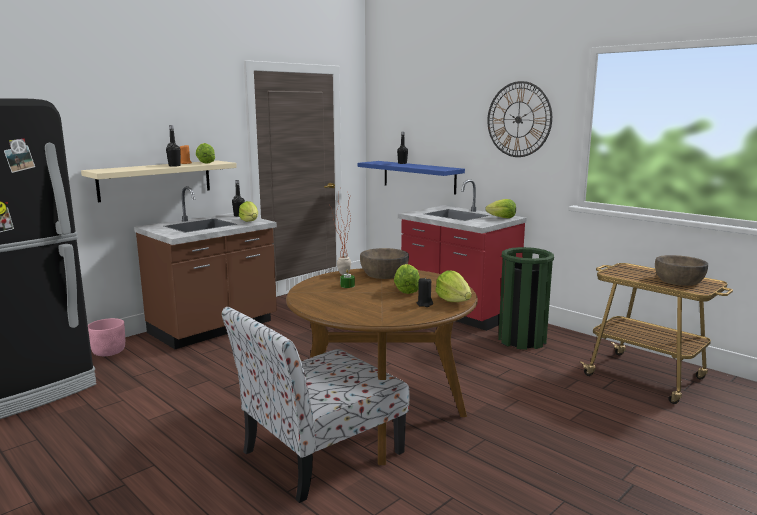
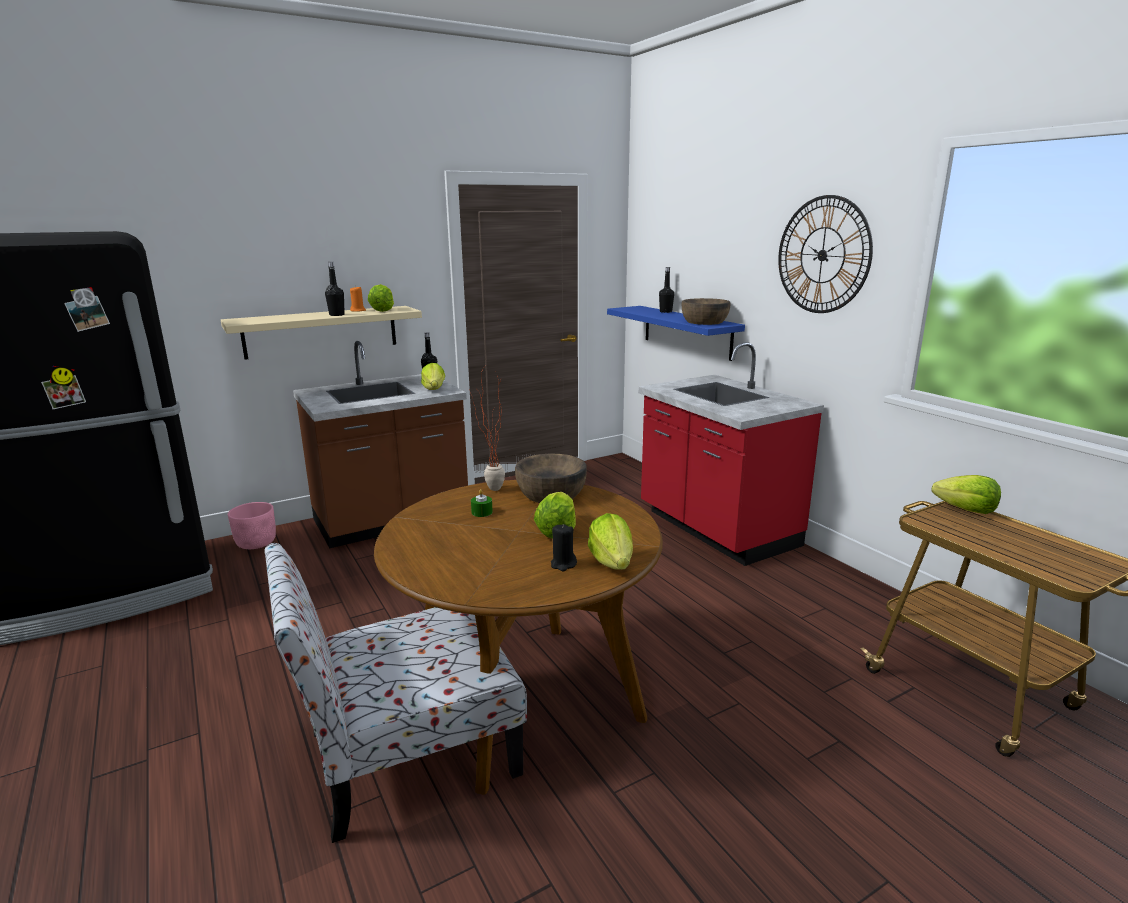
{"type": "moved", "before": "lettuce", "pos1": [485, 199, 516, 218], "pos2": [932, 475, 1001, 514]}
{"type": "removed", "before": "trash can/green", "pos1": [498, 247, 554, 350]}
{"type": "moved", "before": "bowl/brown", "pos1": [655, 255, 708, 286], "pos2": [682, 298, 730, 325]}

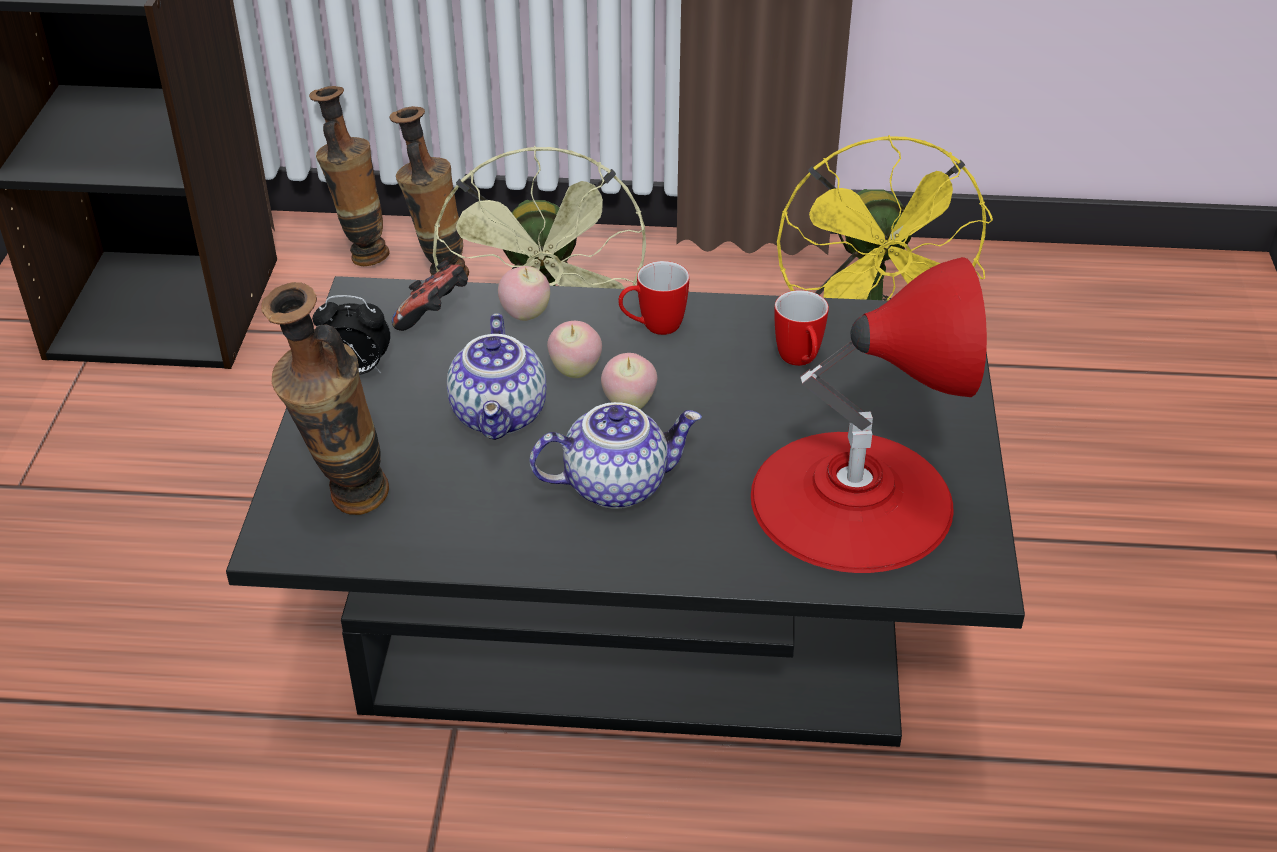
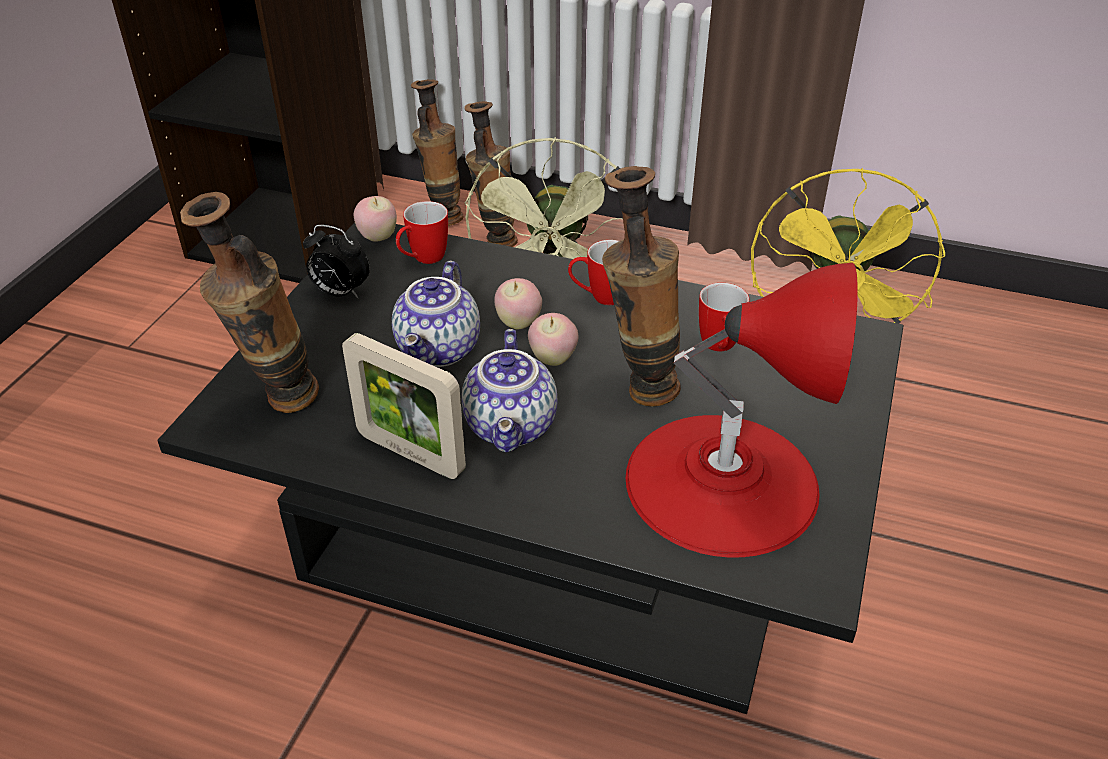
{"type": "replaced", "before": "game controller", "after": "mug", "pos1": [392, 260, 468, 331], "pos2": [396, 201, 448, 264]}
{"type": "moved", "before": "apple", "pos1": [498, 266, 550, 321], "pos2": [354, 196, 397, 242]}
{"type": "turned", "before": "teapot", "pos1": [530, 402, 702, 509], "pos2": [462, 329, 557, 452], "turn": 90}
{"type": "added", "after": "picture frame", "pos2": [342, 333, 466, 479]}
{"type": "added", "after": "vase", "pos2": [602, 166, 681, 407]}

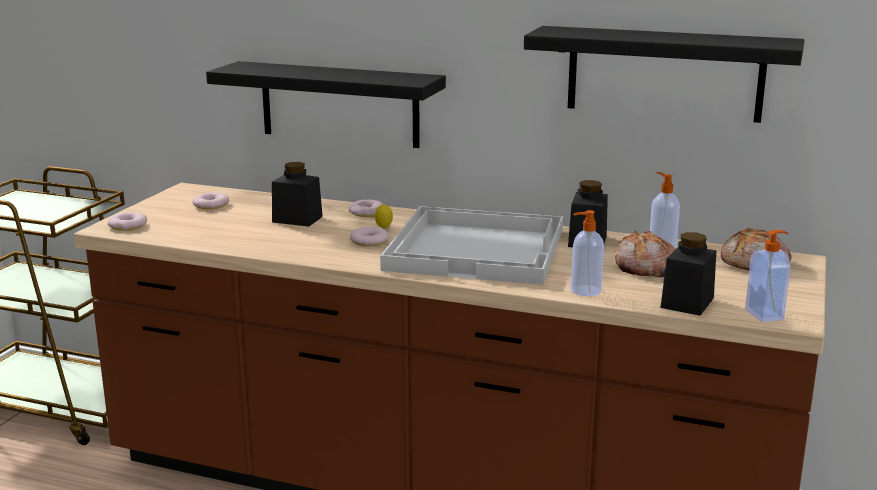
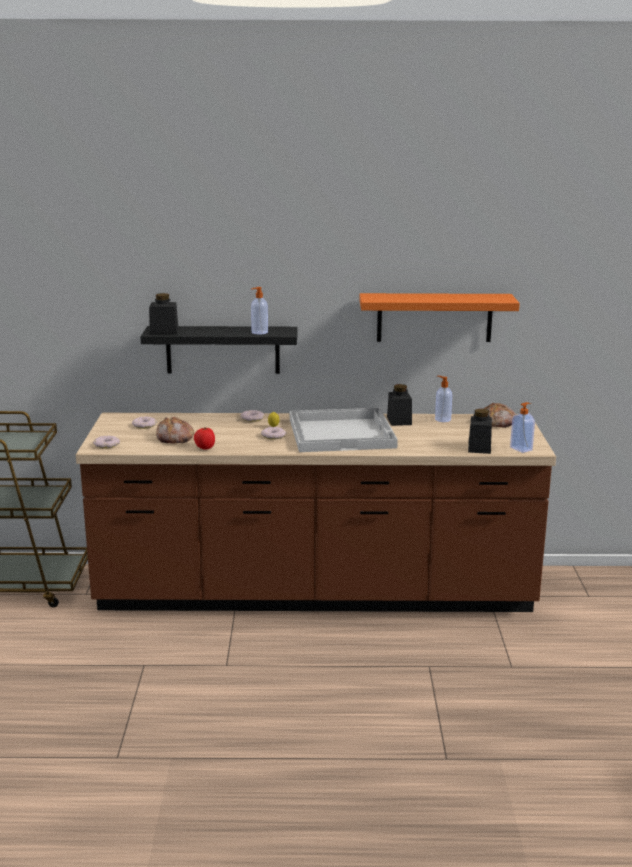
{"type": "moved", "before": "jar/black", "pos1": [272, 162, 323, 227], "pos2": [149, 293, 179, 334]}
{"type": "recoloured", "before": "shelf/black", "after": "shelf/orange", "pos1": [524, 26, 804, 123], "pos2": [359, 293, 520, 342]}
{"type": "moved", "before": "soap dispenser", "pos1": [571, 210, 604, 296], "pos2": [251, 287, 268, 334]}
{"type": "moved", "before": "bread", "pos1": [615, 230, 675, 277], "pos2": [156, 416, 194, 444]}
{"type": "added", "after": "tomato", "pos2": [194, 428, 215, 449]}

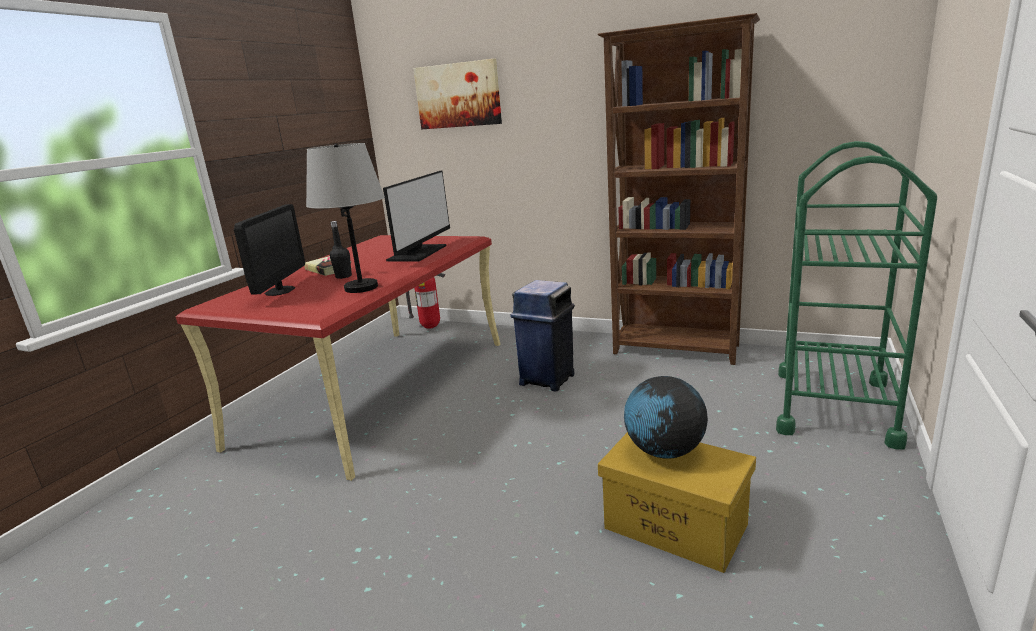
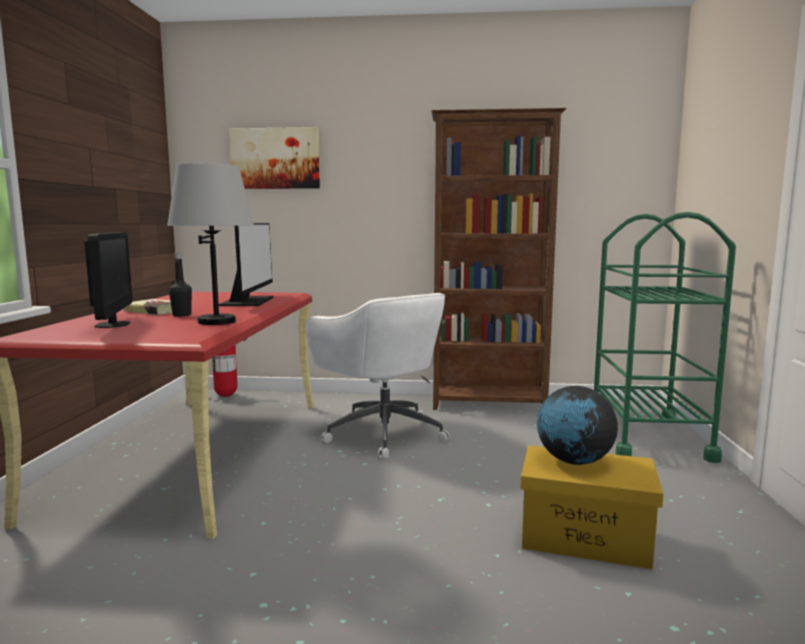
{"type": "replaced", "before": "trash can/blue", "after": "office chair/white", "pos1": [510, 280, 575, 392], "pos2": [306, 293, 449, 459]}

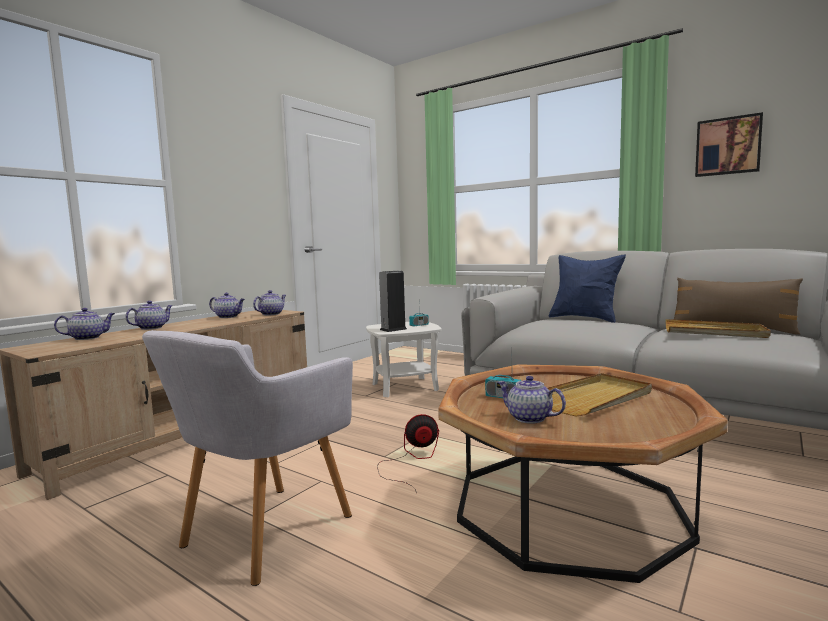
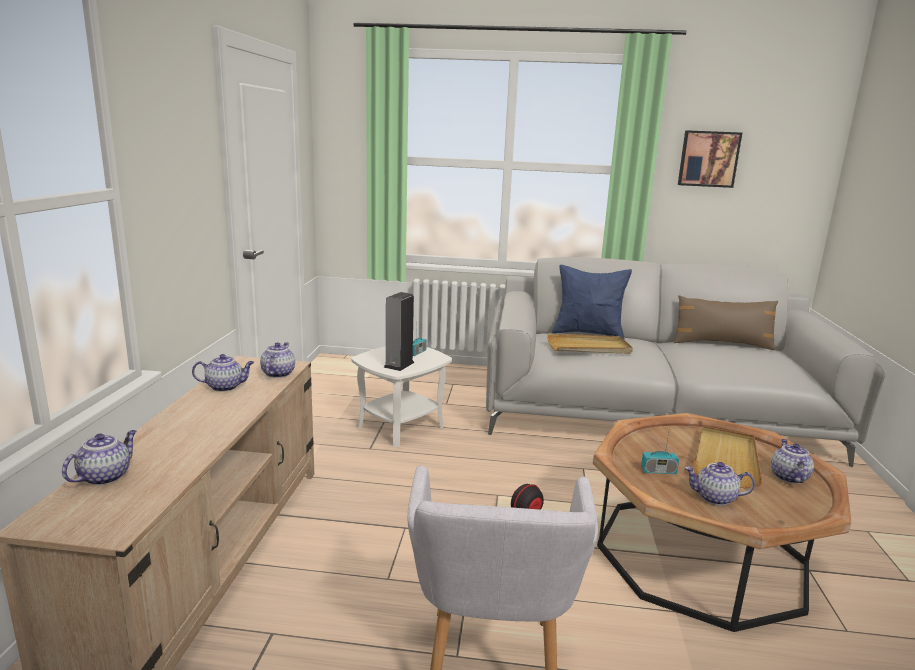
{"type": "moved", "before": "teapot", "pos1": [125, 301, 173, 330], "pos2": [771, 439, 814, 484]}
{"type": "moved", "before": "tray/beige", "pos1": [665, 319, 771, 338], "pos2": [547, 334, 633, 354]}

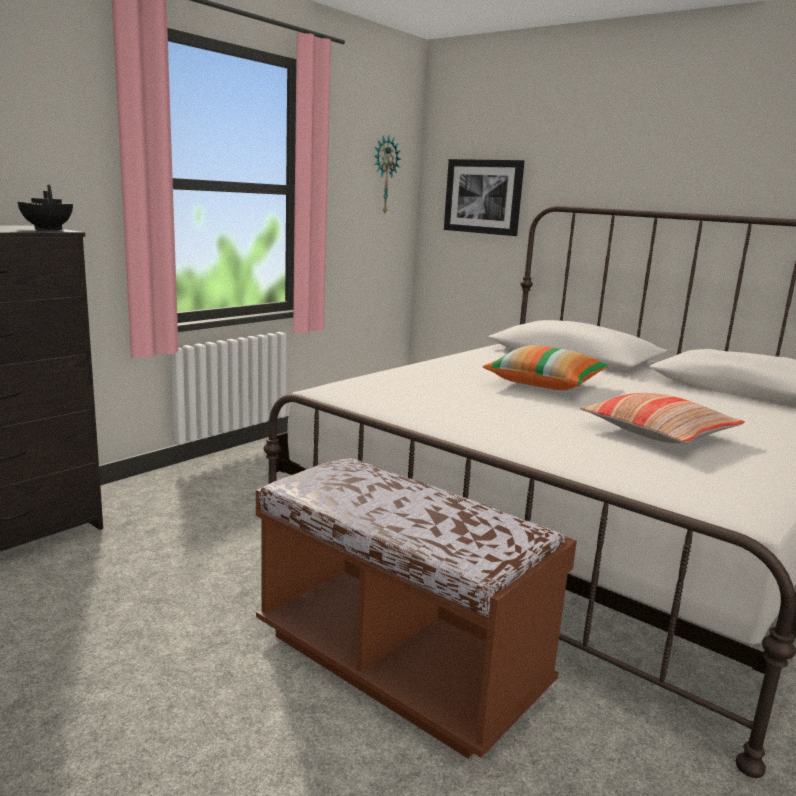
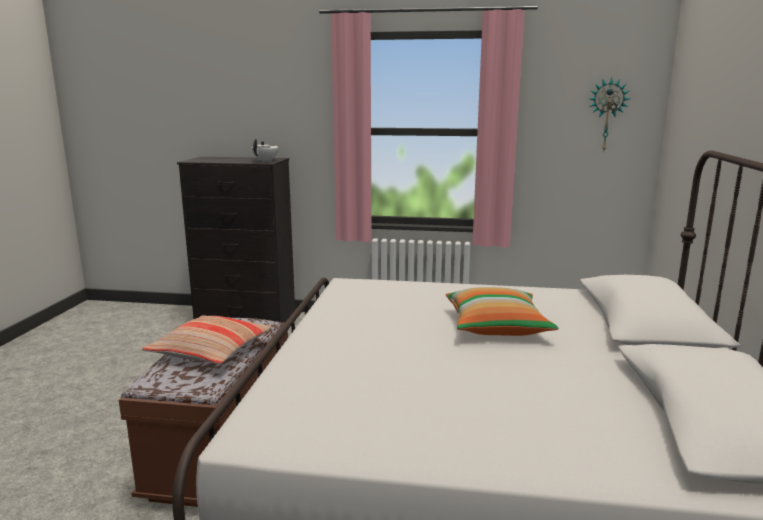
{"type": "recoloured", "before": "teapot/black", "after": "teapot/white", "pos1": [18, 184, 73, 230], "pos2": [252, 139, 279, 162]}
{"type": "removed", "before": "picture", "pos1": [444, 159, 524, 236]}
{"type": "moved", "before": "pillow", "pos1": [580, 393, 744, 444], "pos2": [142, 315, 273, 364]}

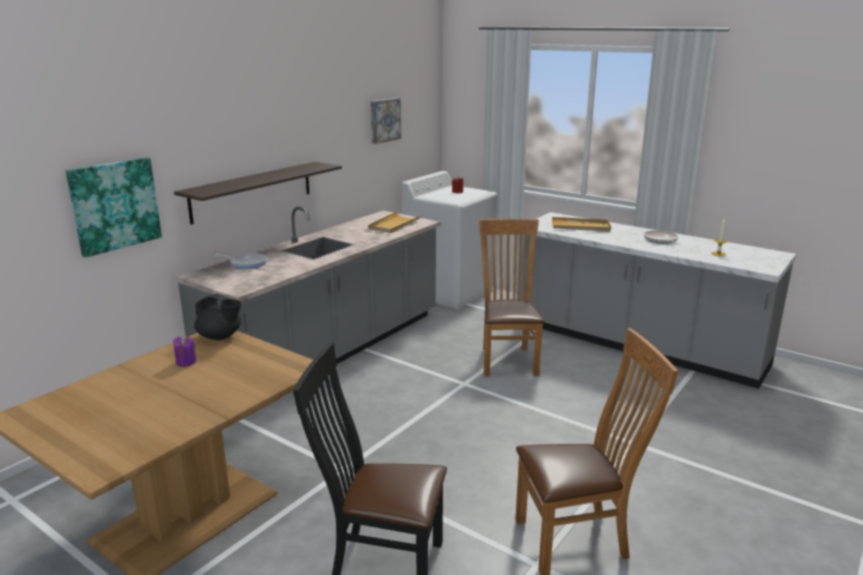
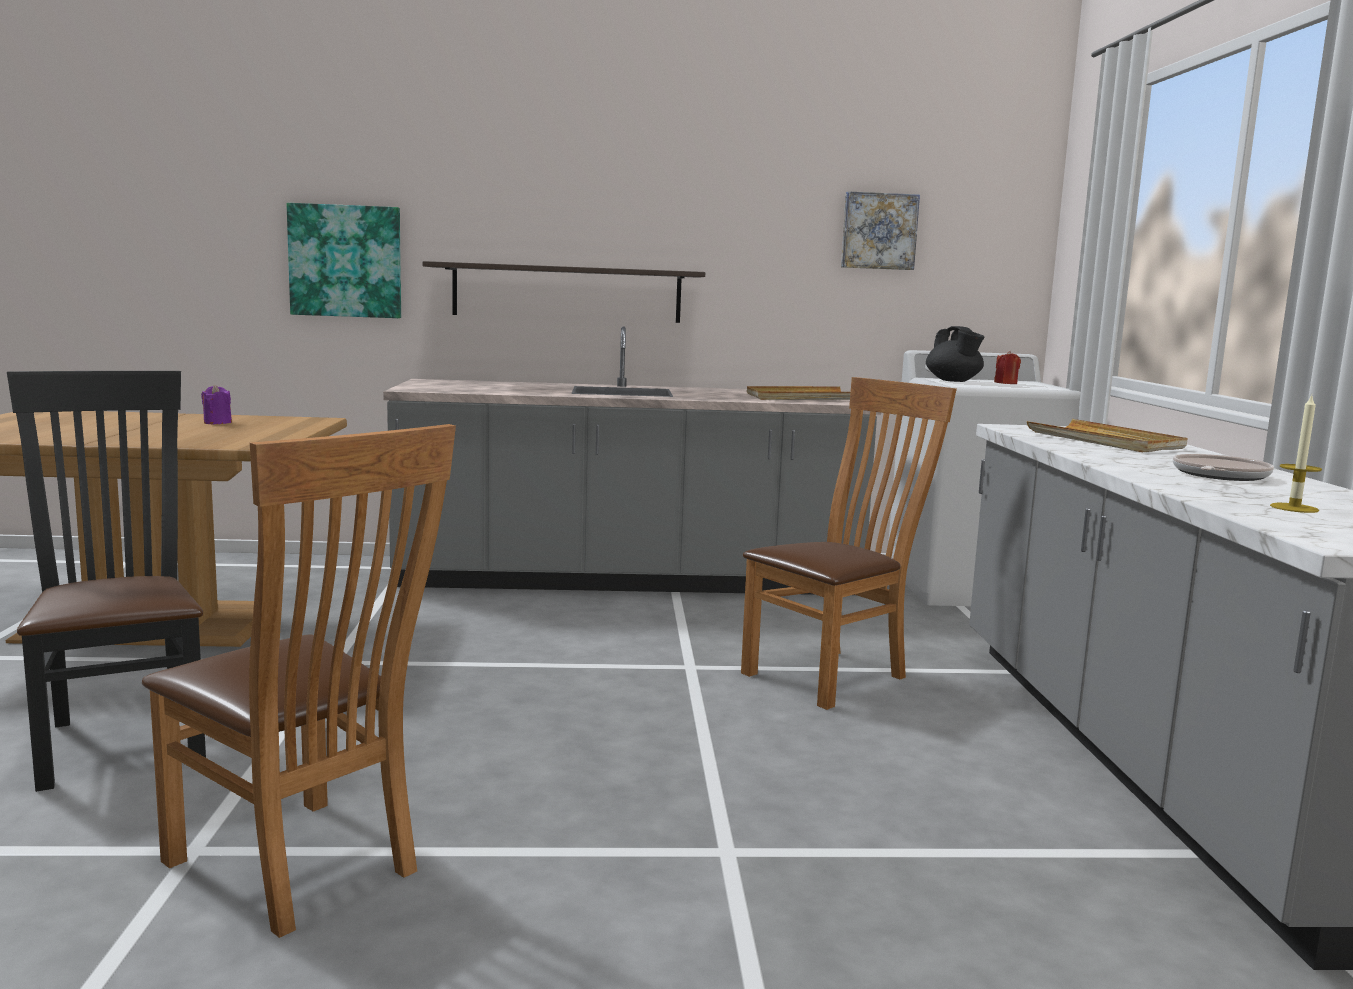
{"type": "moved", "before": "teapot/black", "pos1": [194, 294, 242, 340], "pos2": [926, 326, 984, 382]}
{"type": "removed", "before": "frying pan", "pos1": [216, 253, 267, 269]}

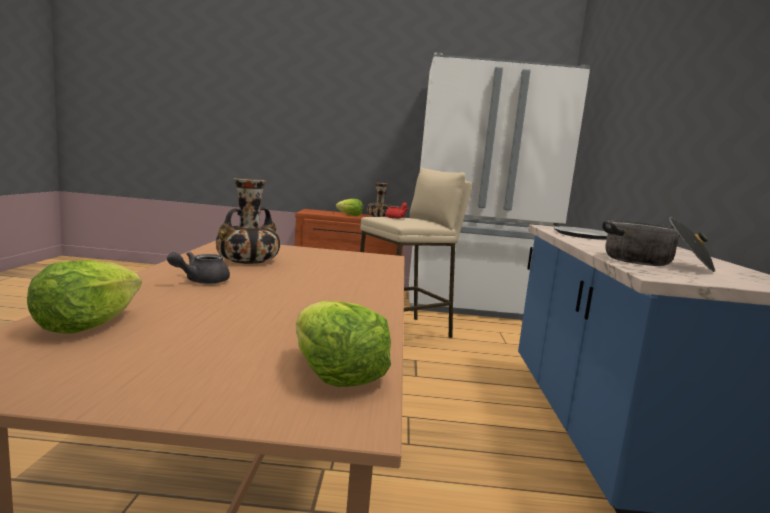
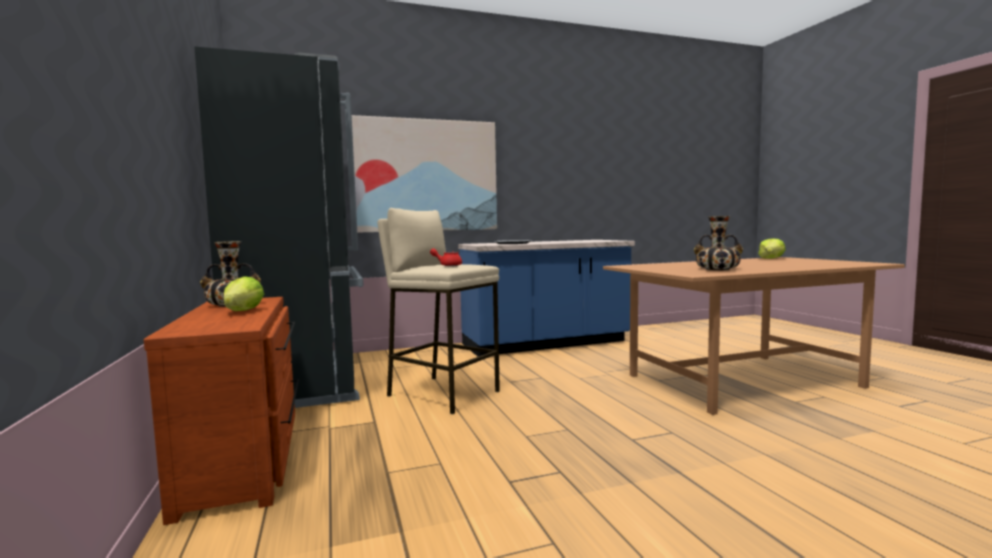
{"type": "removed", "before": "lettuce", "pos1": [27, 260, 142, 334]}
{"type": "removed", "before": "teapot/grey", "pos1": [167, 252, 230, 284]}
{"type": "recoloured", "before": "fridge/white", "after": "fridge/black", "pos1": [409, 52, 591, 320], "pos2": [194, 46, 363, 408]}
{"type": "removed", "before": "cooking pot", "pos1": [602, 217, 716, 272]}
{"type": "added", "after": "picture", "pos2": [352, 115, 497, 232]}

